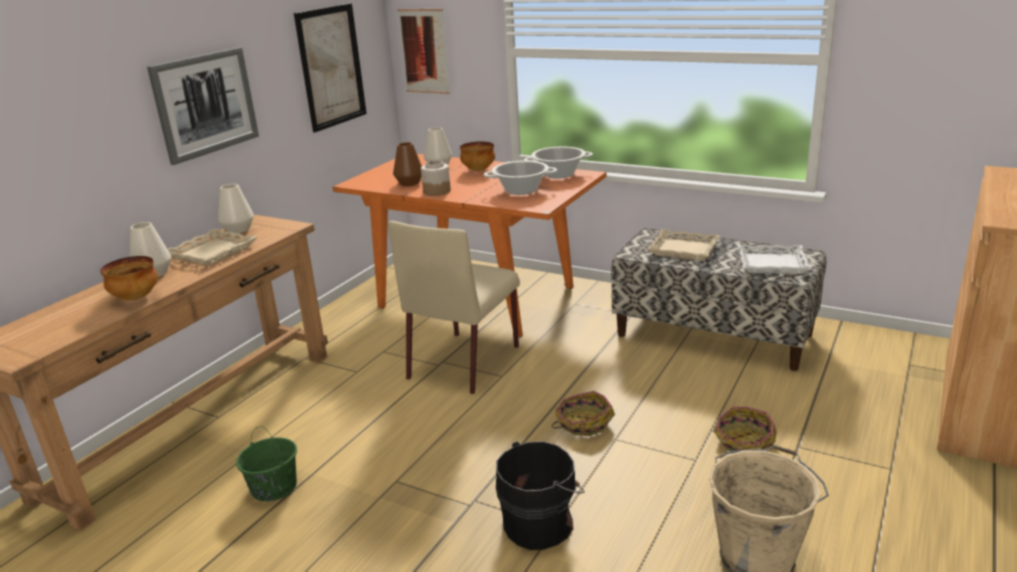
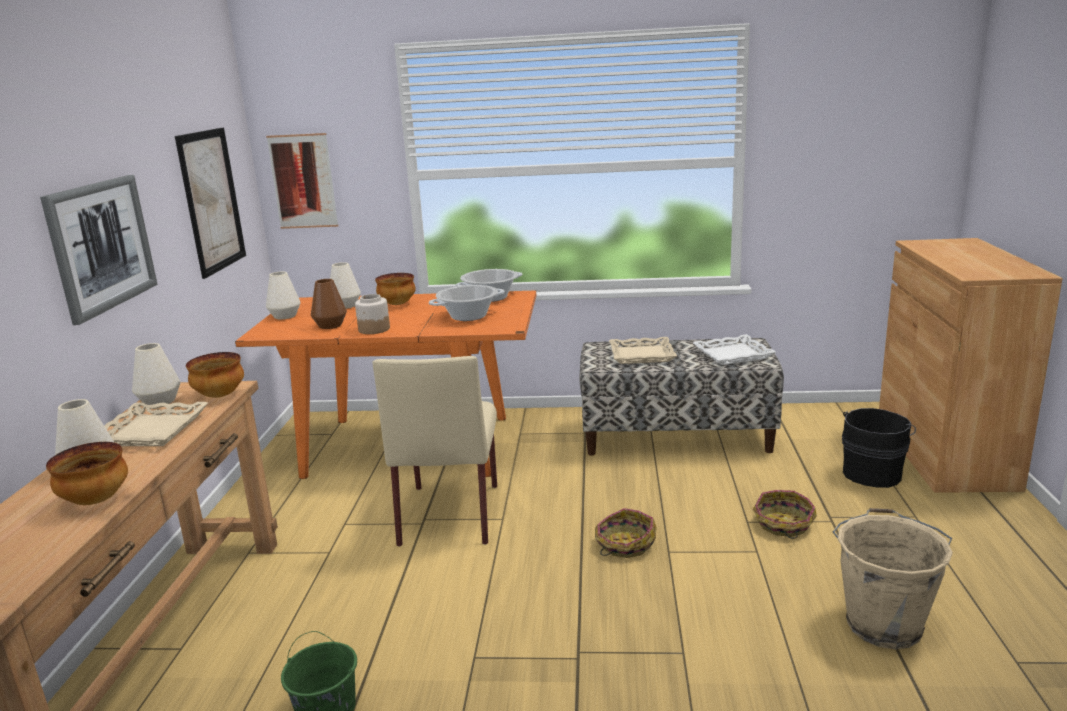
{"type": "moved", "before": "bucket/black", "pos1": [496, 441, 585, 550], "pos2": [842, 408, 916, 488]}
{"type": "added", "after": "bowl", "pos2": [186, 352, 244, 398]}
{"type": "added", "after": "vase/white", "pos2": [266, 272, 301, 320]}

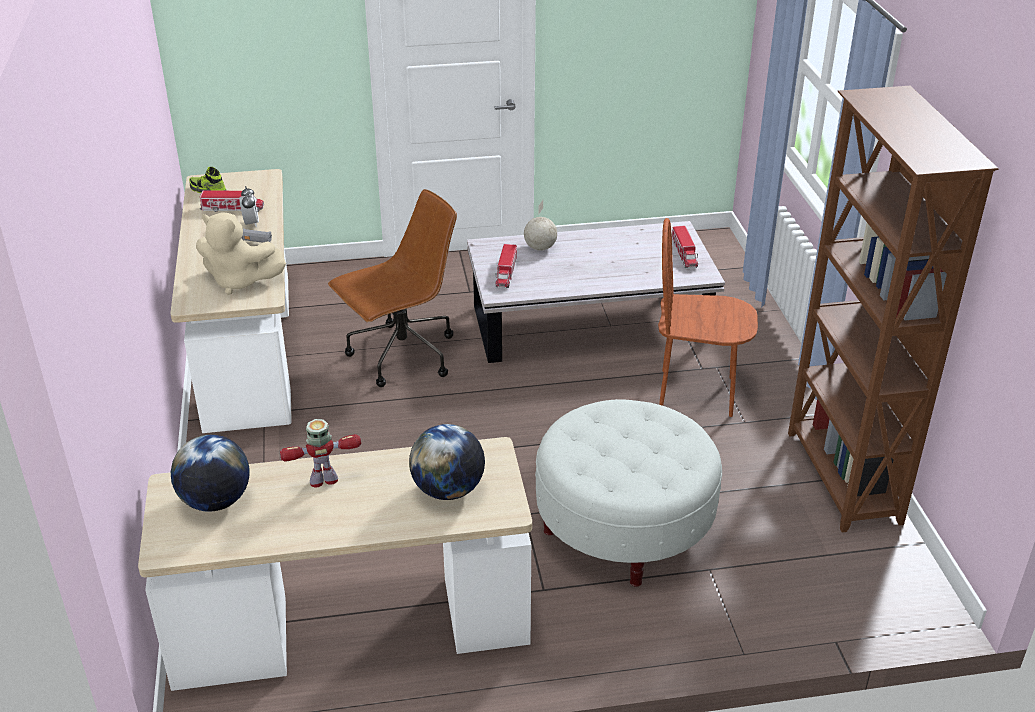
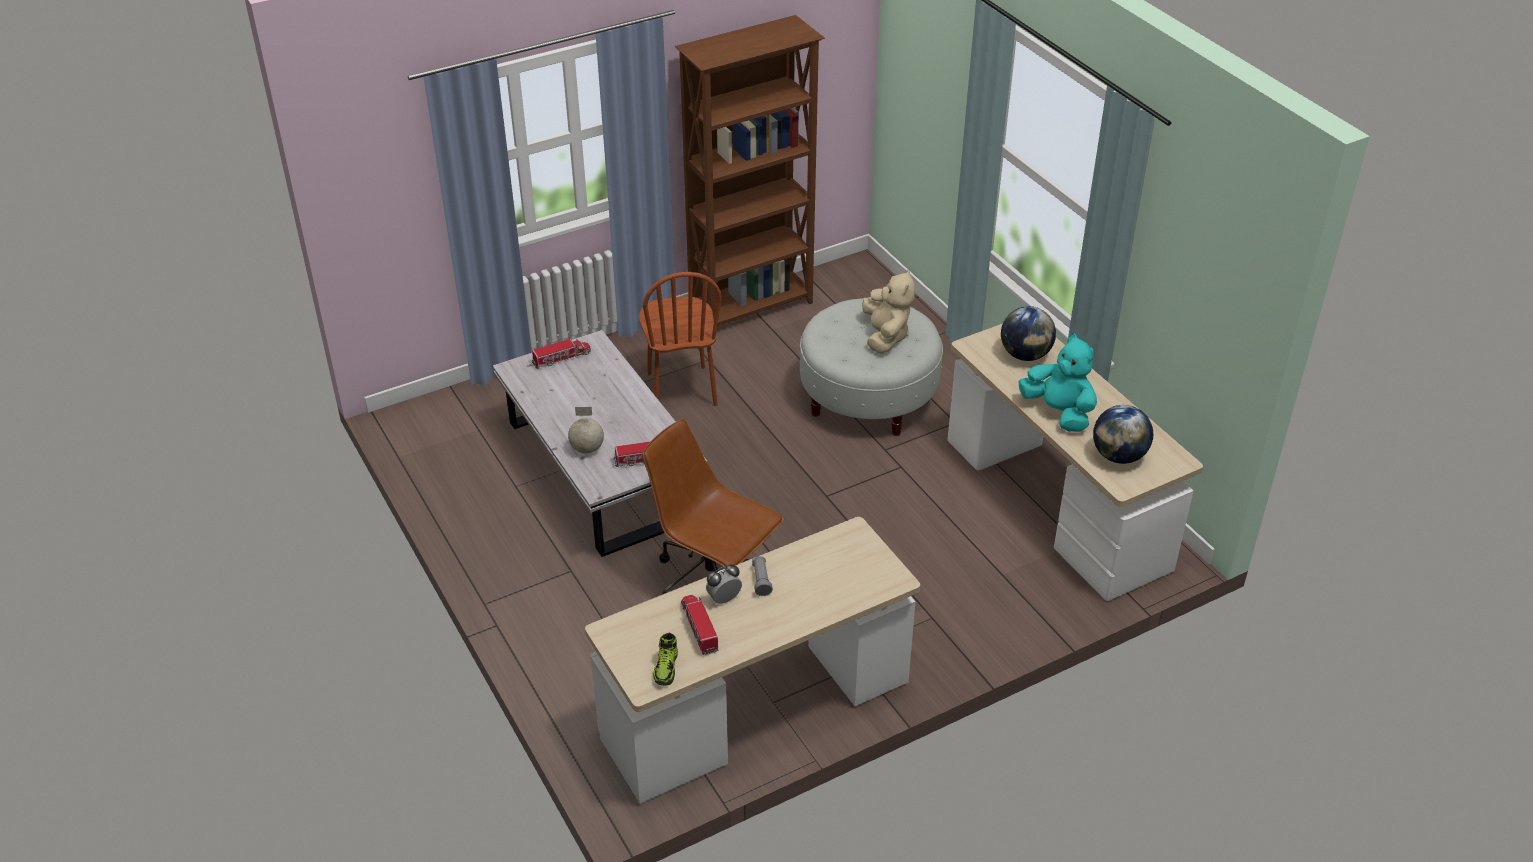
{"type": "moved", "before": "plush toy/beige", "pos1": [196, 213, 286, 295], "pos2": [862, 270, 915, 354]}
{"type": "replaced", "before": "toy robot", "after": "plush toy/turquoise", "pos1": [280, 419, 361, 487], "pos2": [1018, 333, 1097, 432]}

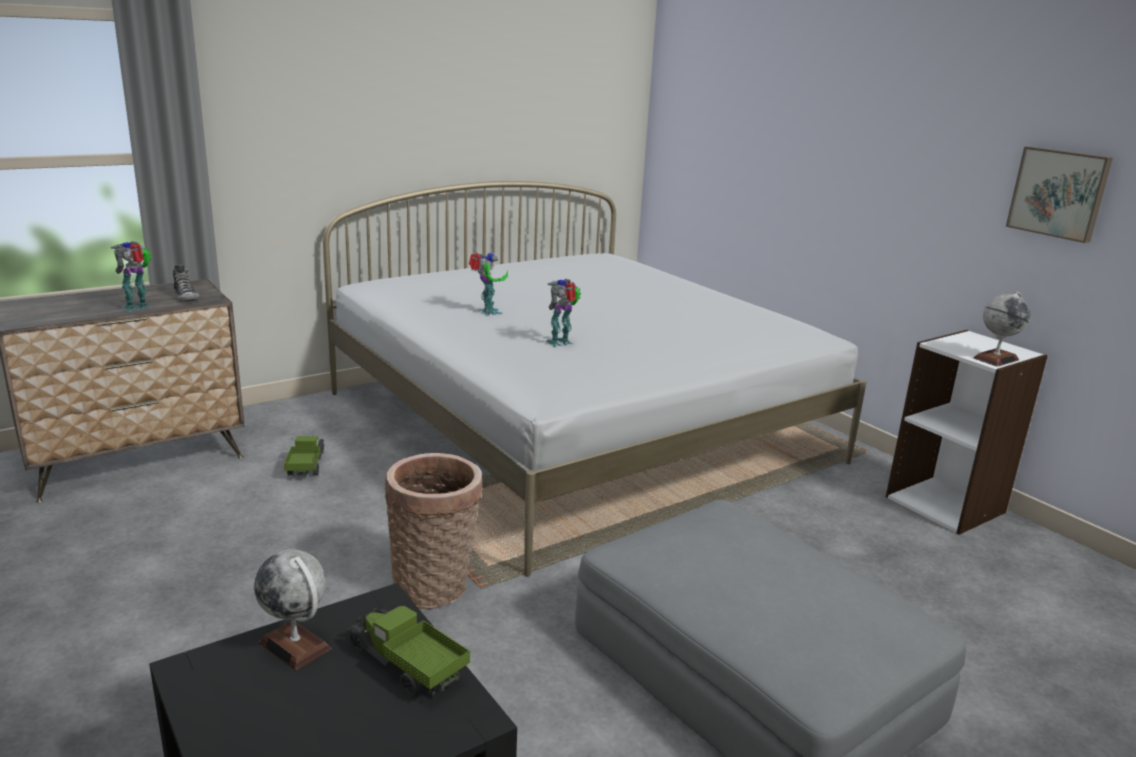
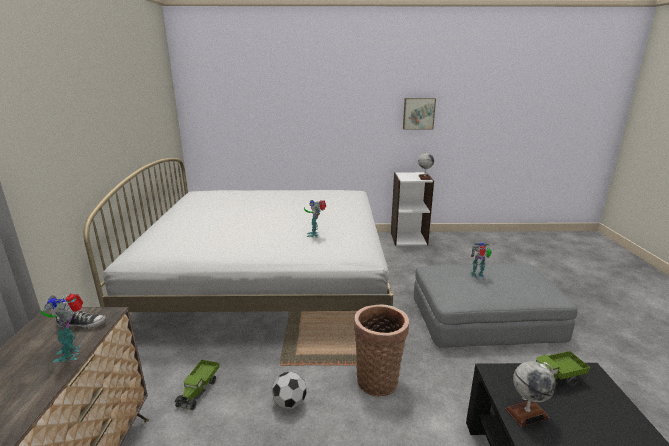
{"type": "turned", "before": "toy truck", "pos1": [284, 436, 324, 476], "pos2": [175, 360, 220, 410], "turn": -105}
{"type": "moved", "before": "toy robot", "pos1": [469, 252, 508, 316], "pos2": [471, 242, 492, 278]}
{"type": "added", "after": "football", "pos2": [272, 372, 307, 409]}

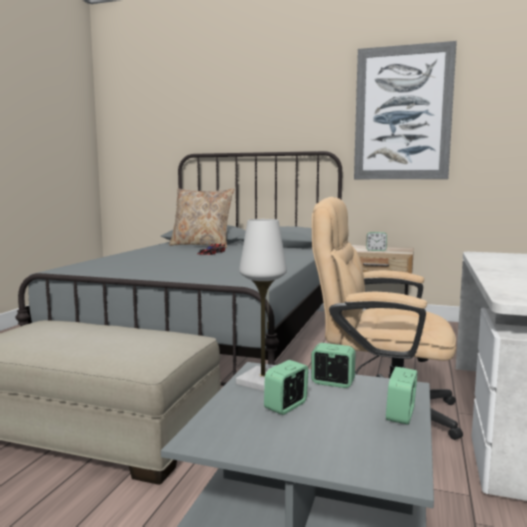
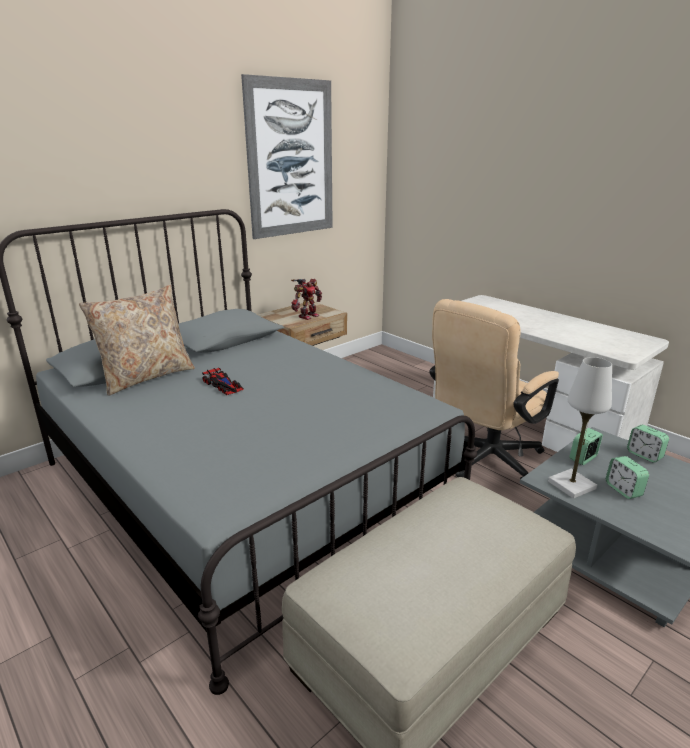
{"type": "replaced", "before": "alarm clock", "after": "toy robot", "pos1": [366, 232, 387, 251], "pos2": [291, 279, 322, 320]}

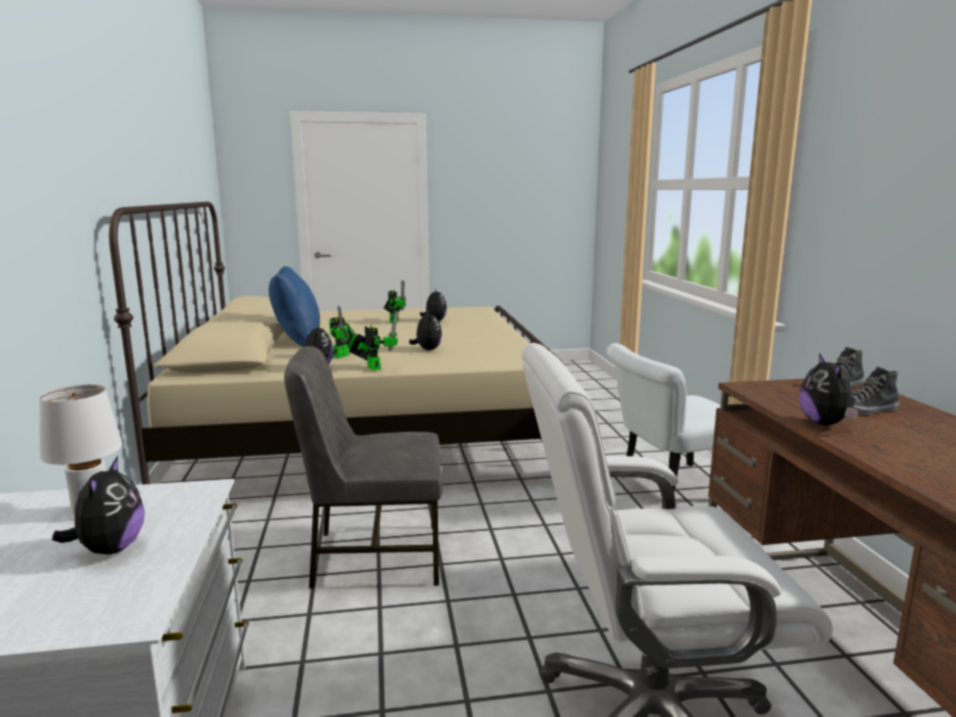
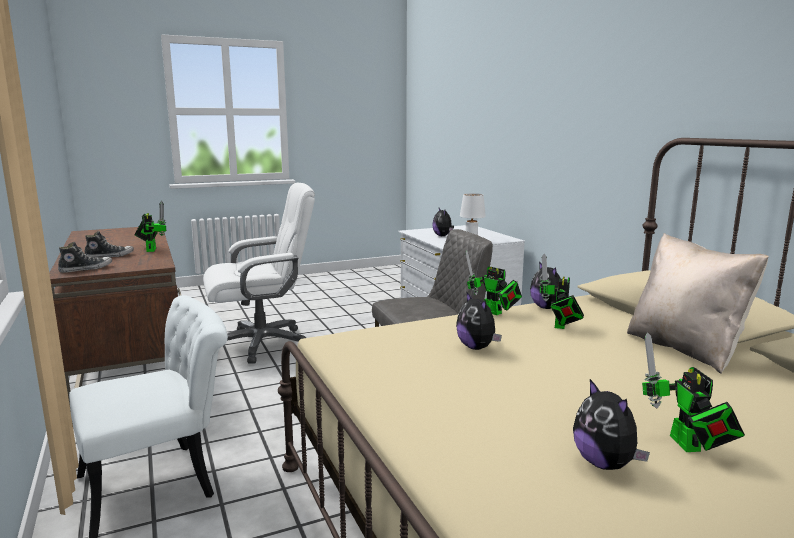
{"type": "recoloured", "before": "pillow/blue", "after": "pillow/beige", "pos1": [269, 266, 320, 347], "pos2": [627, 233, 769, 374]}
{"type": "replaced", "before": "plush toy", "after": "toy robot", "pos1": [799, 353, 858, 426], "pos2": [135, 201, 167, 252]}

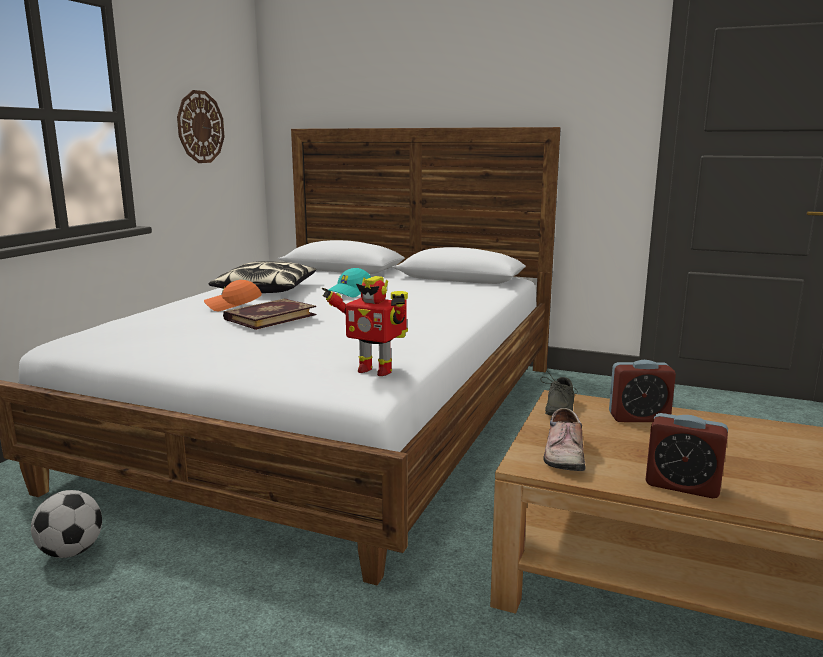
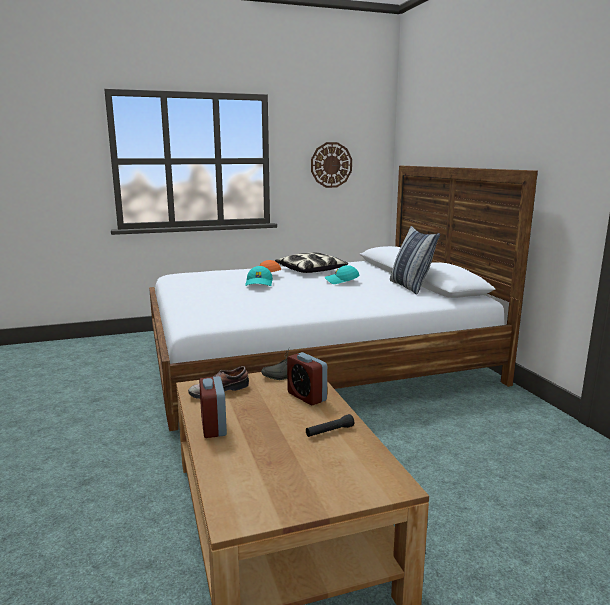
{"type": "removed", "before": "football", "pos1": [31, 490, 102, 558]}
{"type": "replaced", "before": "book", "after": "cap/turquoise", "pos1": [223, 299, 317, 330], "pos2": [245, 266, 273, 286]}
{"type": "removed", "before": "toy robot", "pos1": [322, 276, 408, 376]}
{"type": "added", "after": "flashlight/black", "pos2": [306, 414, 354, 437]}
{"type": "added", "after": "pillow", "pos2": [390, 226, 440, 294]}

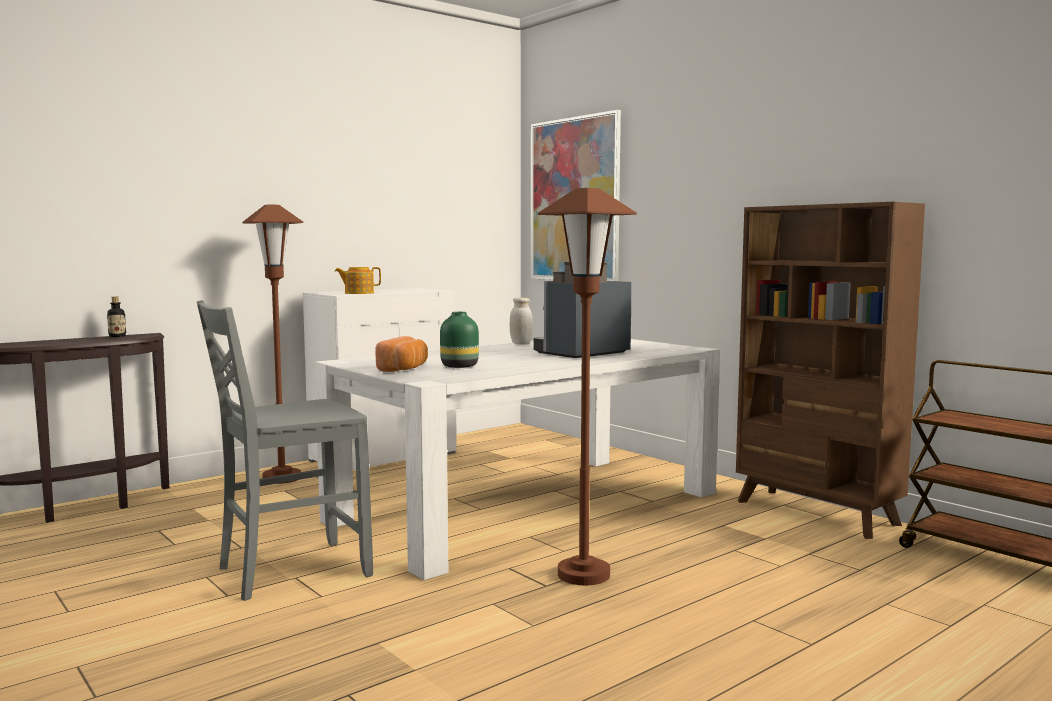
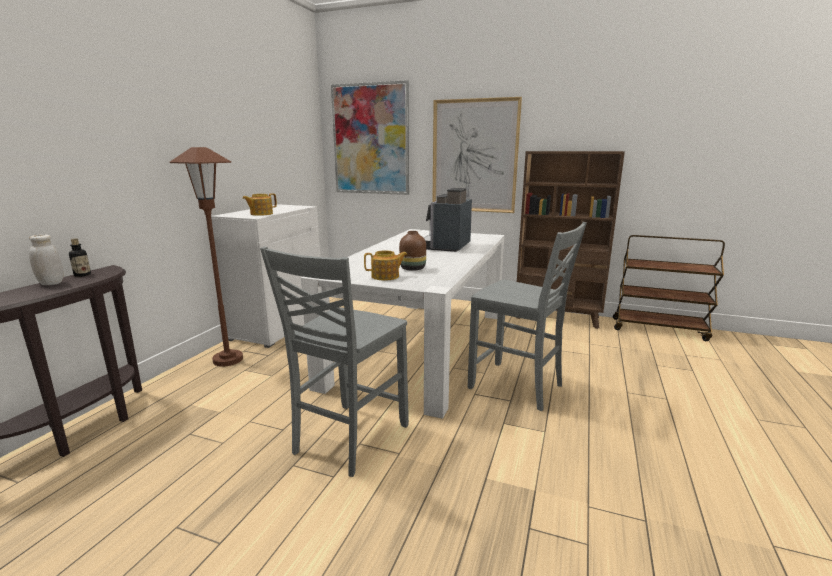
{"type": "replaced", "before": "bread", "after": "teapot", "pos1": [375, 336, 428, 372], "pos2": [364, 250, 407, 281]}
{"type": "recoloured", "before": "vase/green", "after": "vase/brown", "pos1": [440, 312, 479, 368], "pos2": [399, 231, 426, 271]}
{"type": "moved", "before": "jar/white", "pos1": [510, 297, 533, 345], "pos2": [29, 234, 63, 285]}
{"type": "replaced", "before": "floor lamp/brown", "after": "chair/grey", "pos1": [538, 188, 637, 585], "pos2": [468, 222, 587, 411]}
{"type": "added", "after": "picture", "pos2": [432, 97, 522, 213]}

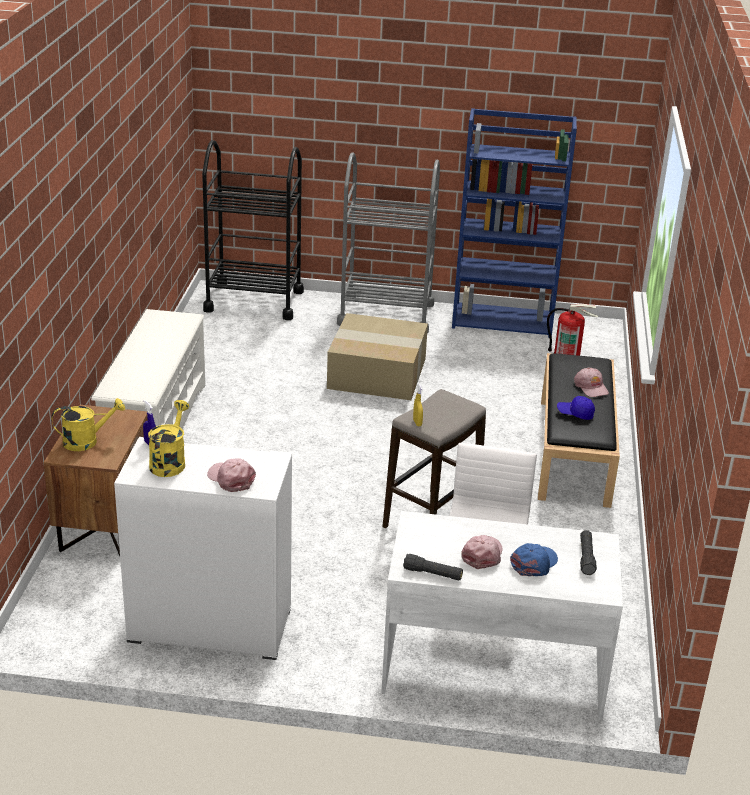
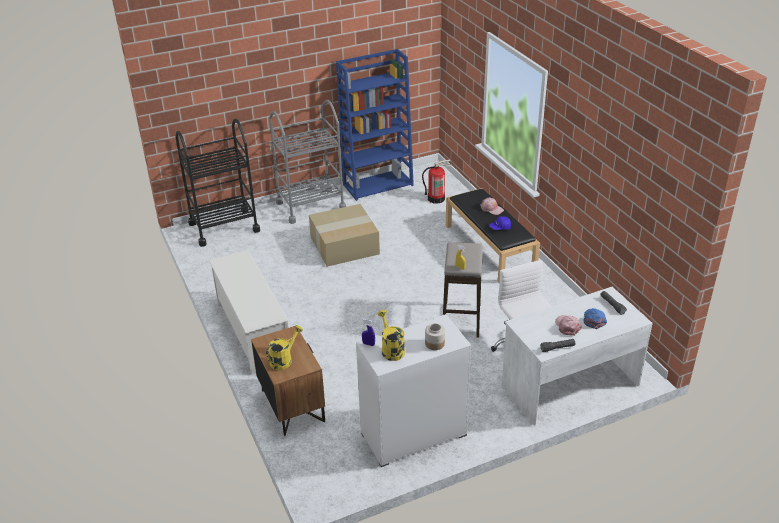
{"type": "replaced", "before": "cap/pink", "after": "jar", "pos1": [207, 458, 256, 492], "pos2": [425, 323, 445, 350]}

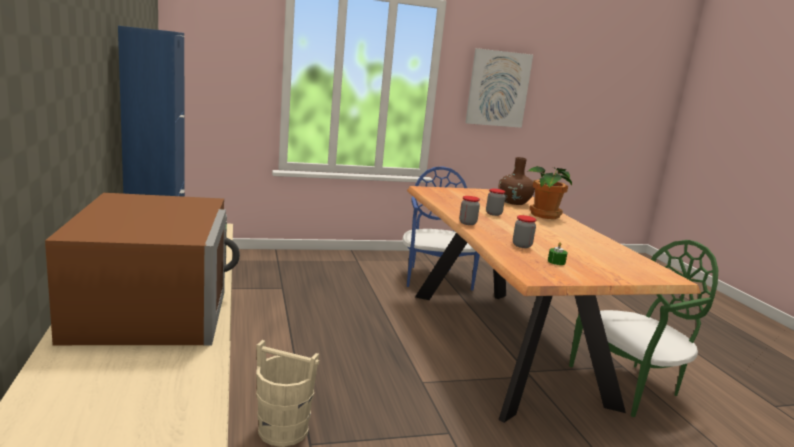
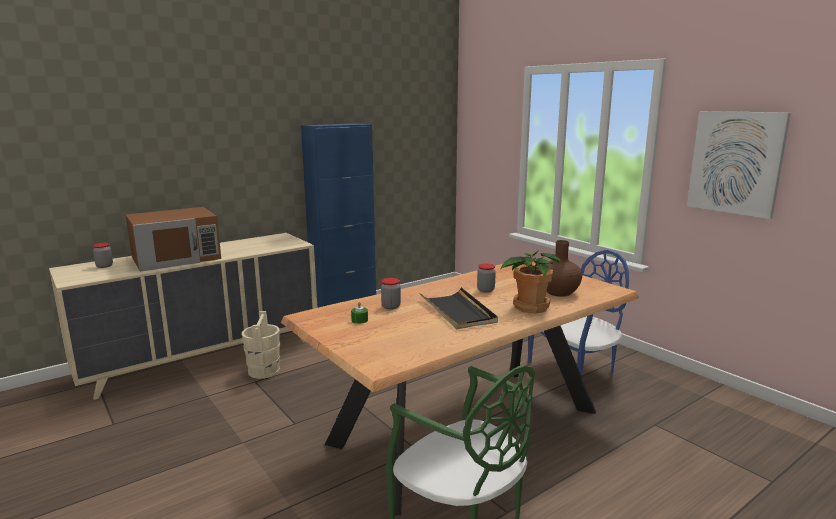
{"type": "moved", "before": "jar", "pos1": [459, 196, 480, 225], "pos2": [93, 243, 113, 268]}
{"type": "added", "after": "tray/black", "pos2": [420, 287, 498, 329]}

